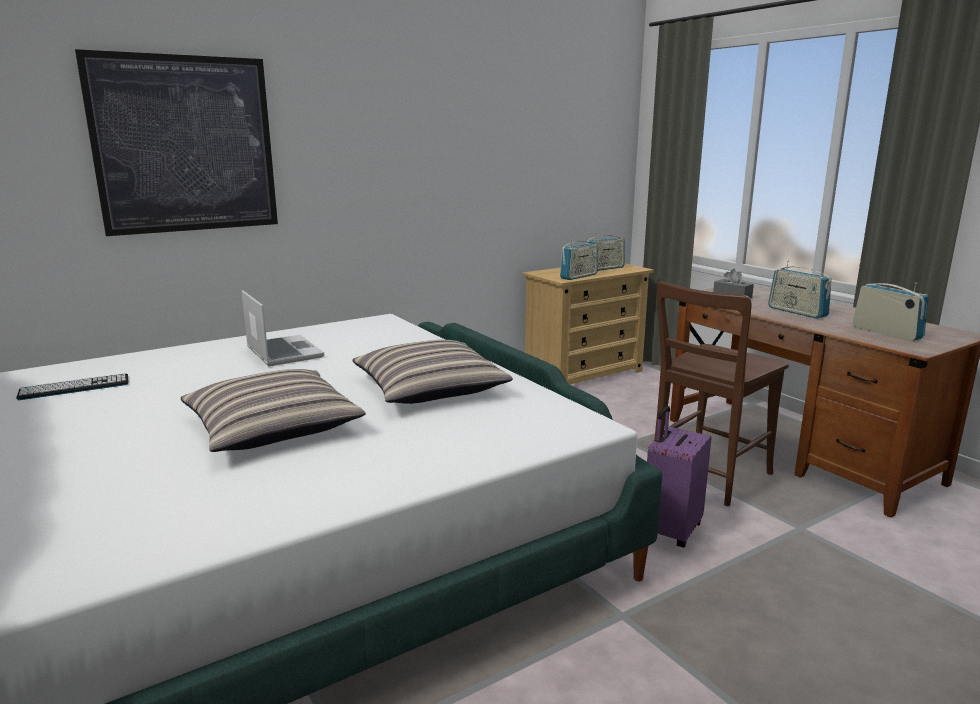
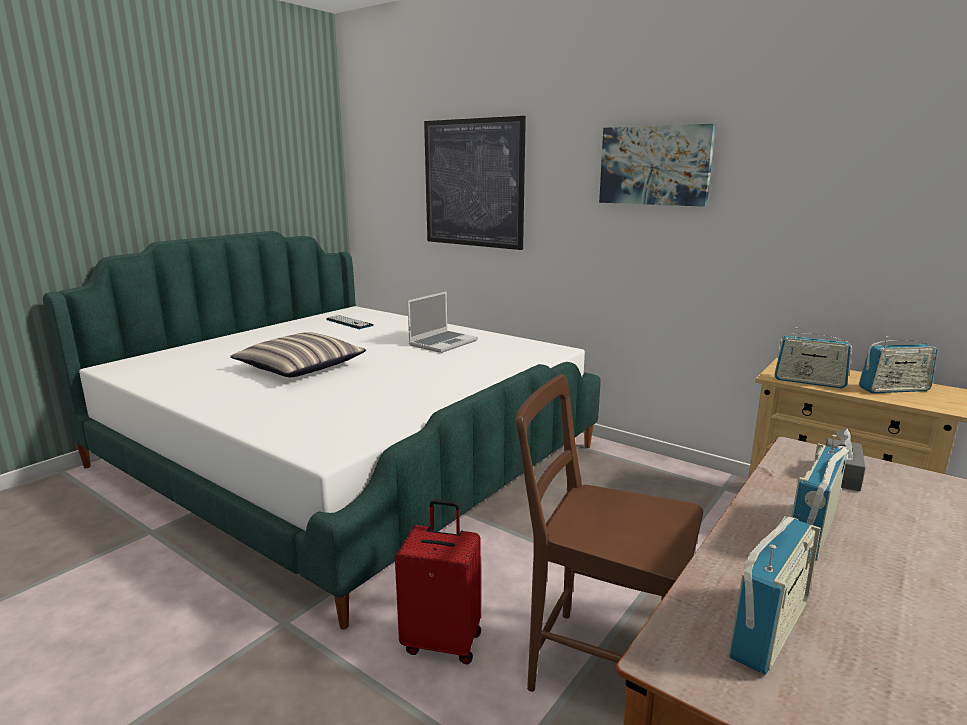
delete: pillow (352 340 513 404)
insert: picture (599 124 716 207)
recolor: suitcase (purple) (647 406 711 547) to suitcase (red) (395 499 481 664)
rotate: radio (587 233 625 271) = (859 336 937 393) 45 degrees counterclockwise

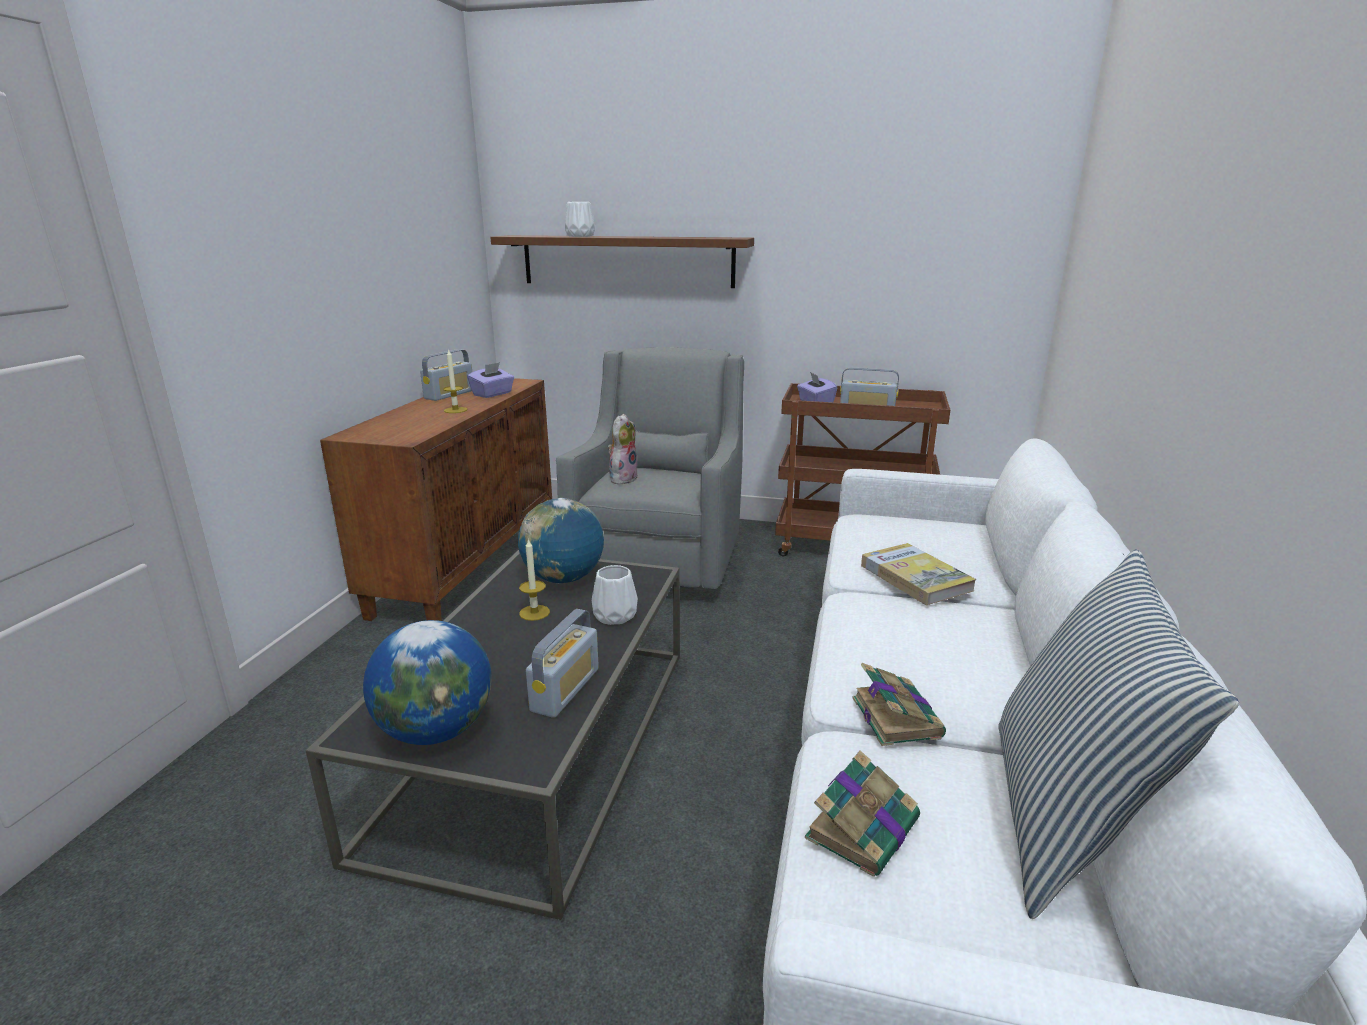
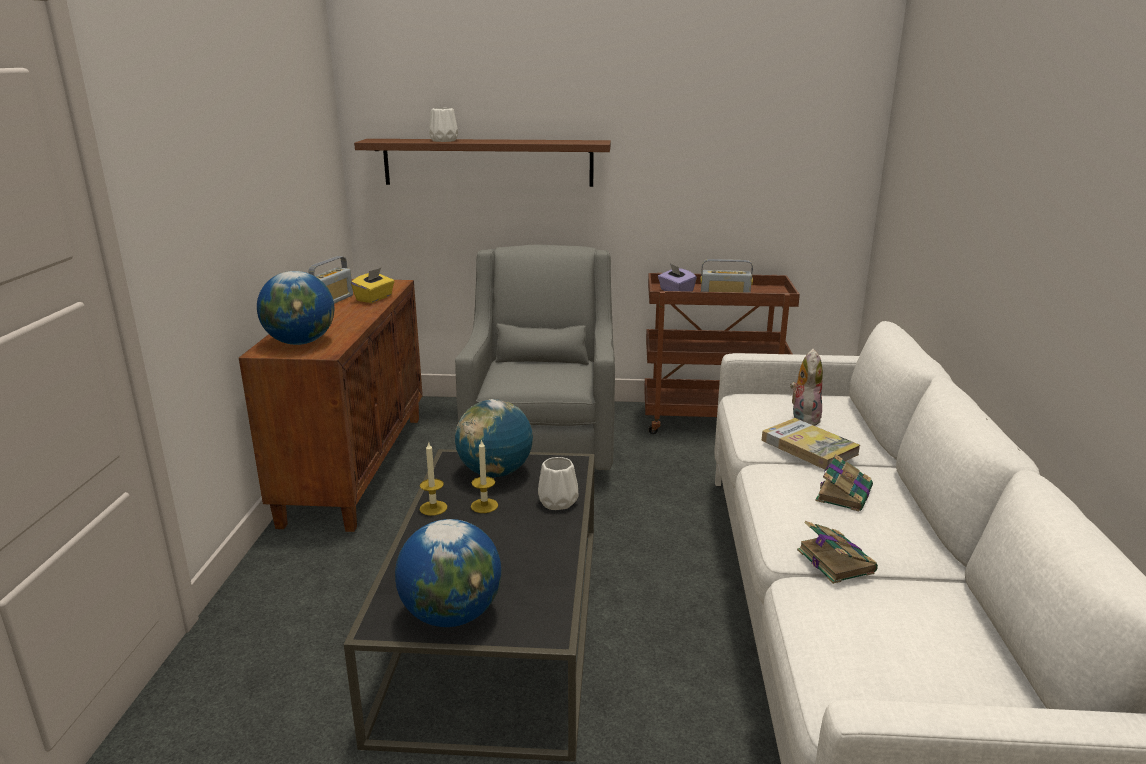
delete: radio (526 609 599 718); pillow (998 549 1239 919)
insert: globe (257 271 334 345)
move: candle (443 348 467 413) to (420 441 447 516); plush toy (608 414 638 484) to (790 349 823 426); book (805 750 920 877) to (815 454 873 511)
recolor: tissue box (purple) (467 362 514 398) to tissue box (yellow) (351 268 395 303)

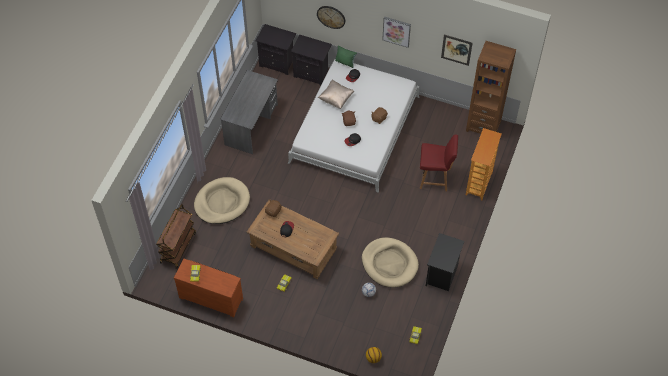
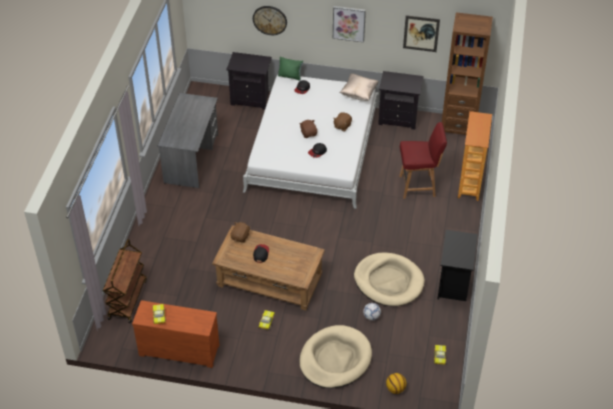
move: dog bed (beige) (194 177 250 224) to (299 325 372 388); nightstand (black) (256 24 296 75) to (378 71 424 130); pillow (beige) (318 80 354 109) to (340 73 379 101)

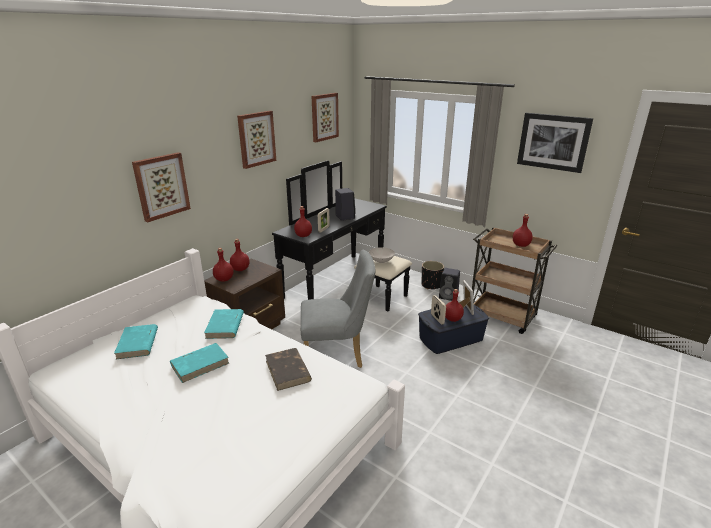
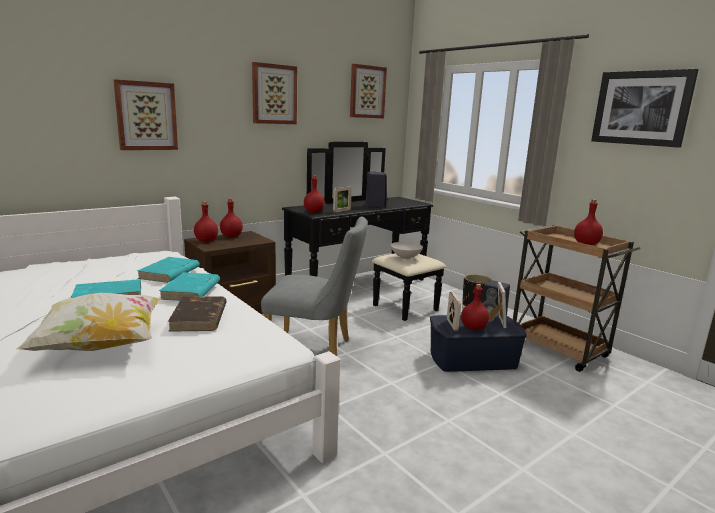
insert: pillow (16 293 161 351)
move: book (turquoise) (114 324 158 359) to (159 272 220 301)

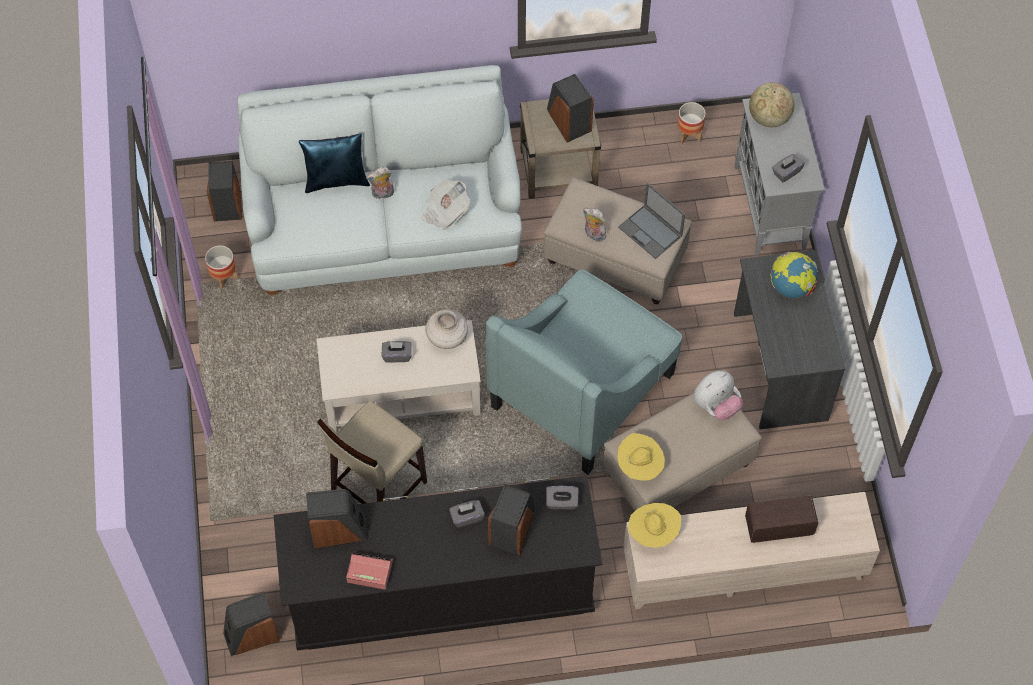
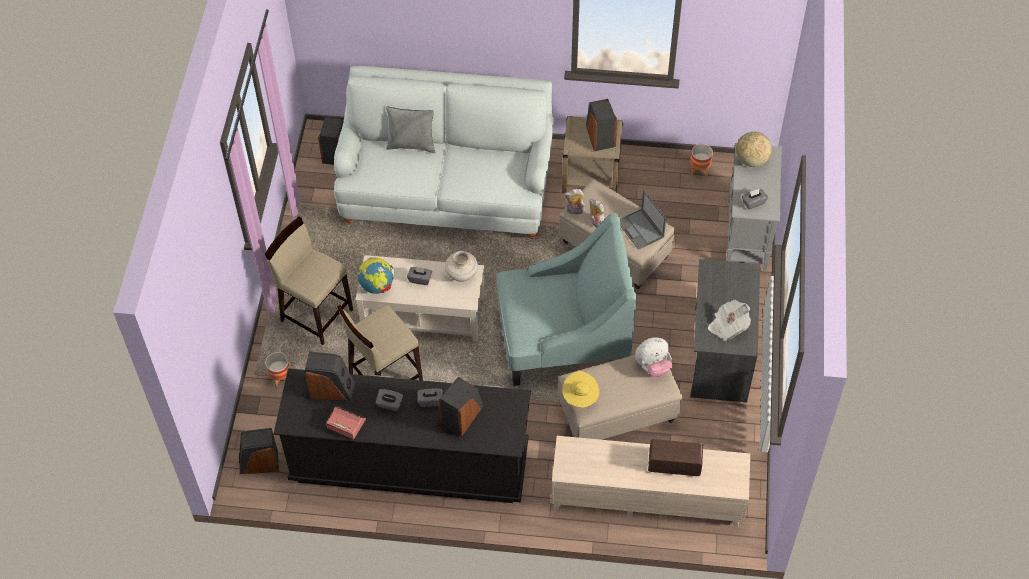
delete: hat (yellow) (628 503 681 548)
insert: stool (beige) (265 217 353 345)
move: planter (205 245 239 289) to (265 352 290 388); plush toy (366 167 394 199) to (564 189 585 215); newspaper (422 179 470 230) to (708 300 751 341); tissue box (grey) (546 486 578 509) to (375 389 403 411); globe (771 251 818 298) to (358 257 395 294)
recolor: pillow (blue) (299 133 370 193) to pillow (grey) (386 106 436 153)
rotate: armchair (turquoise) (486 270 682 475) = (496 213 637 386) 150 degrees counterclockwise

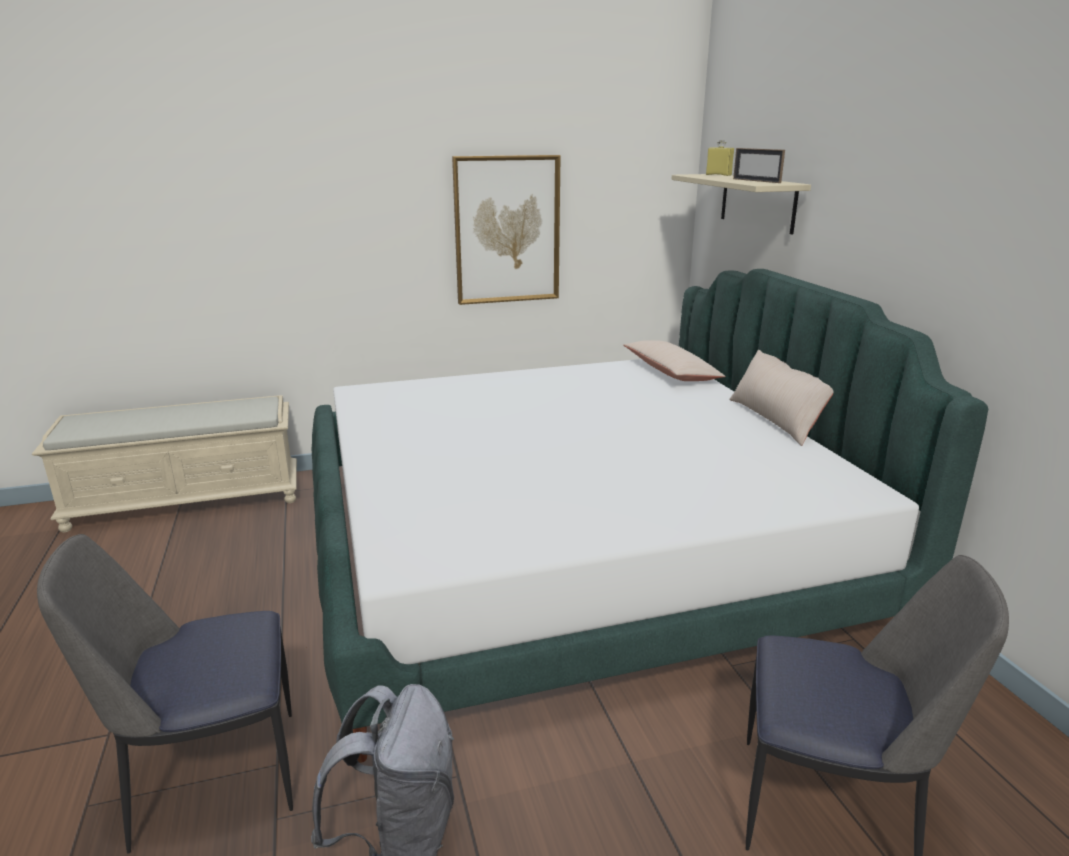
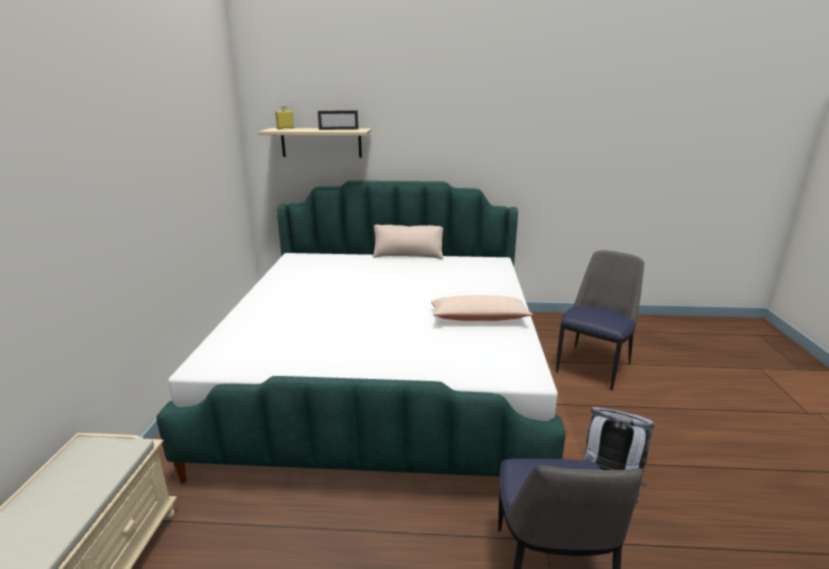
delete: picture (452 155 561 305)
move: pillow (beige) (623 340 725 381) to (431 295 533 321)

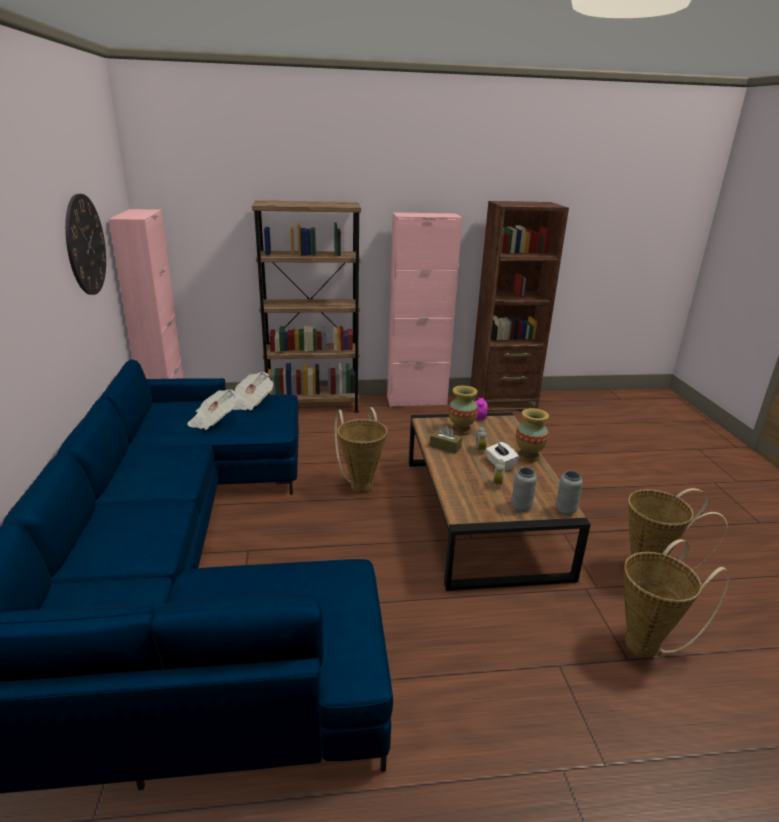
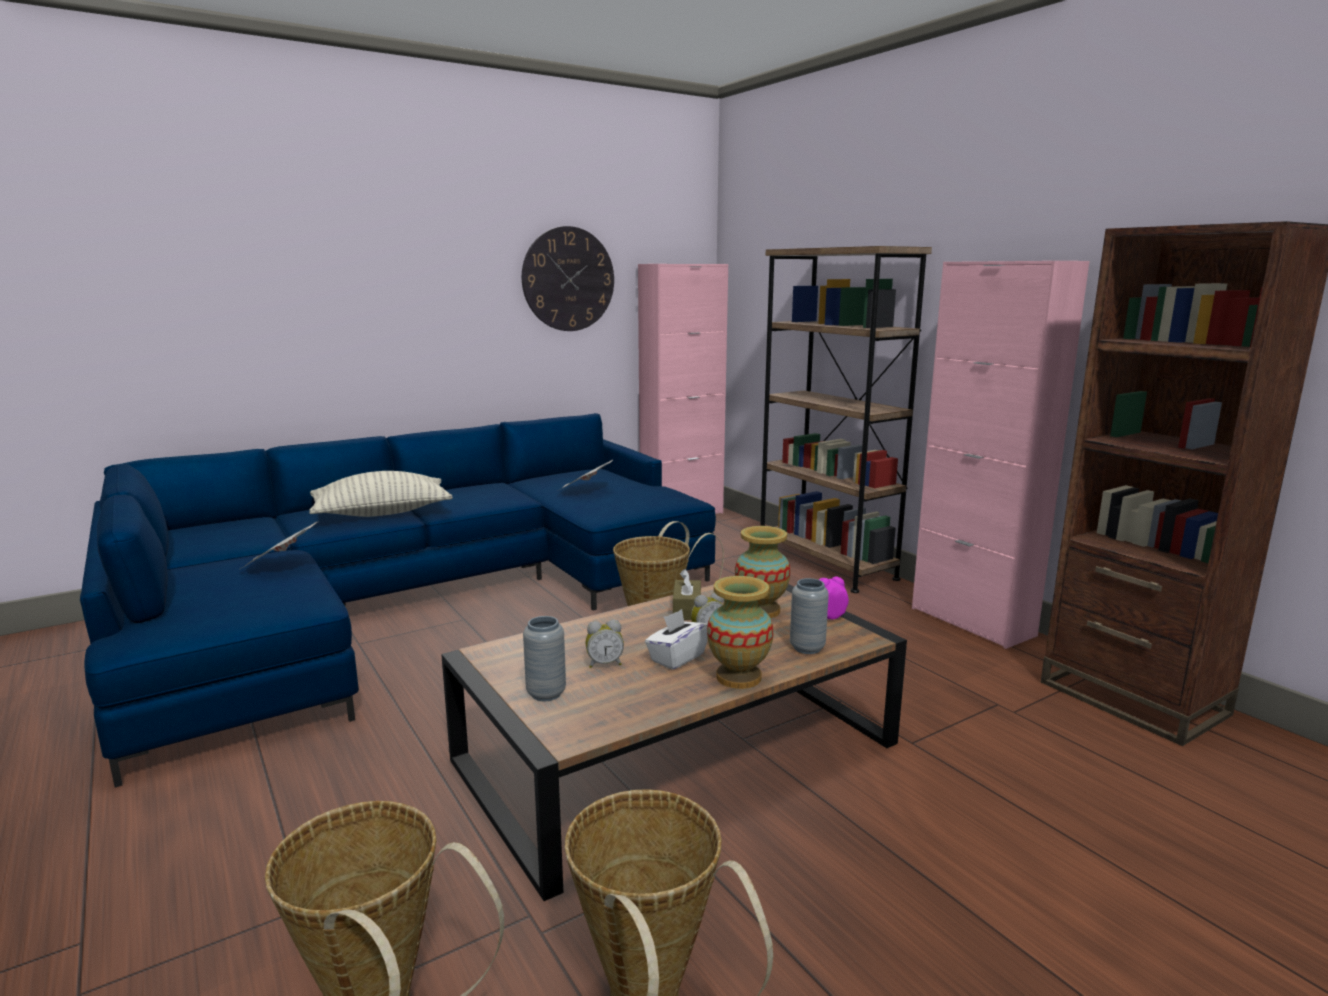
insert: pillow (309 471 453 517)
move: newspaper (232 372 273 410) to (240 521 319 569); vase (grey) (556 471 583 515) to (790 578 829 654)

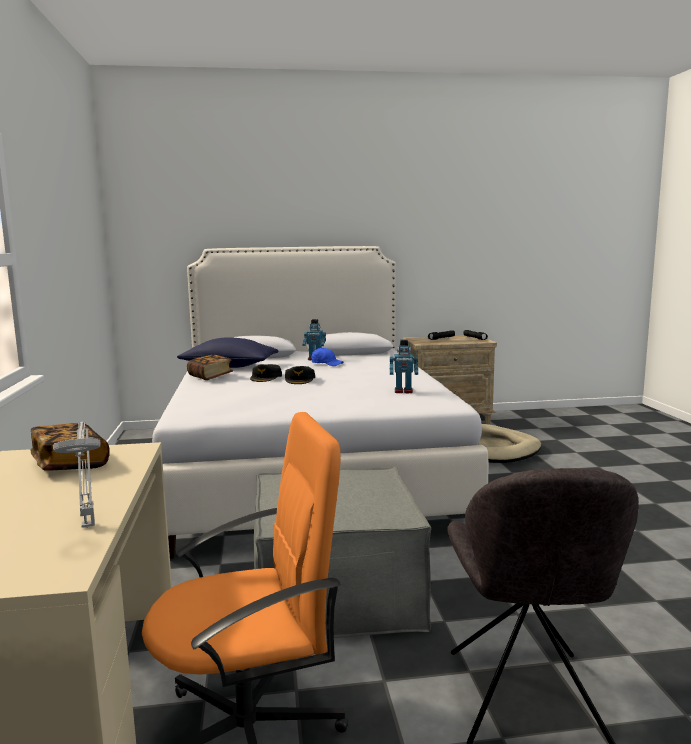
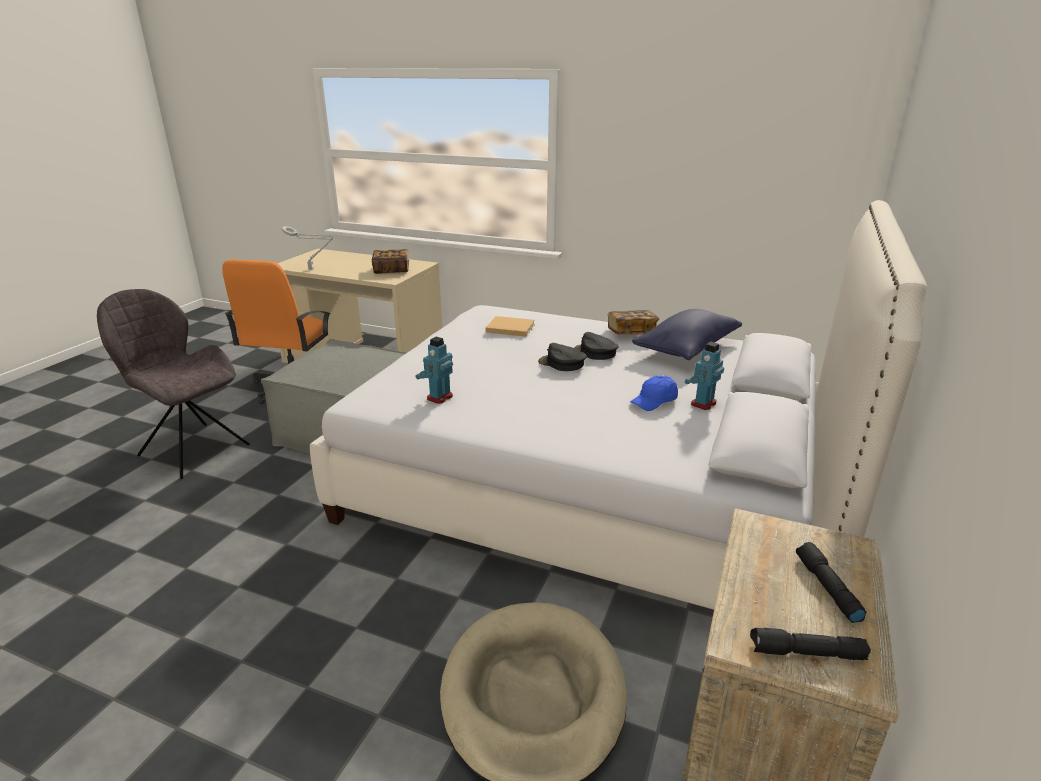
insert: book (beige) (486 316 535 337)

